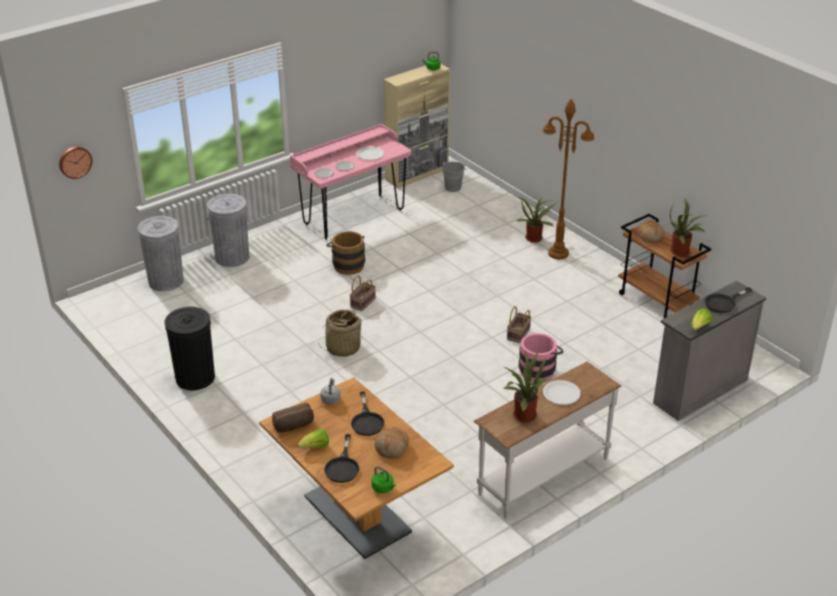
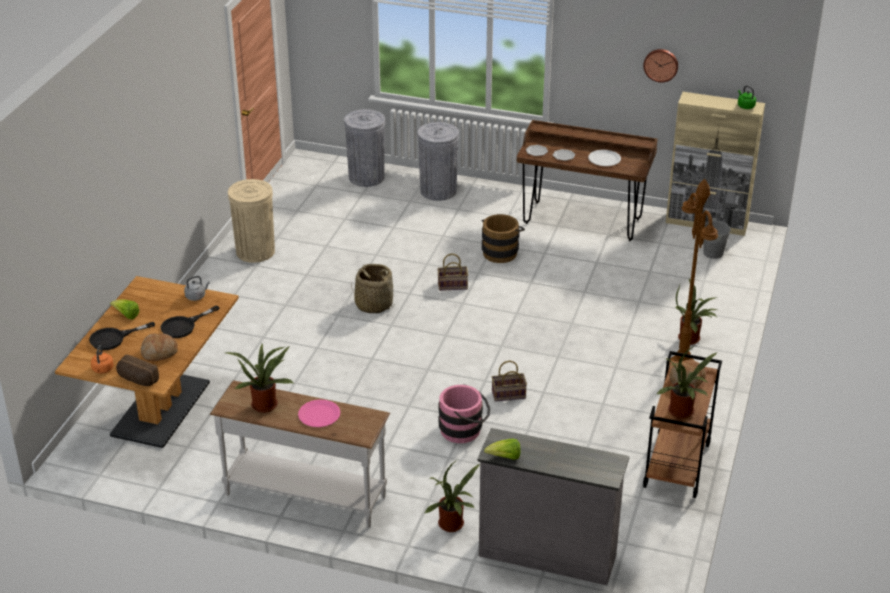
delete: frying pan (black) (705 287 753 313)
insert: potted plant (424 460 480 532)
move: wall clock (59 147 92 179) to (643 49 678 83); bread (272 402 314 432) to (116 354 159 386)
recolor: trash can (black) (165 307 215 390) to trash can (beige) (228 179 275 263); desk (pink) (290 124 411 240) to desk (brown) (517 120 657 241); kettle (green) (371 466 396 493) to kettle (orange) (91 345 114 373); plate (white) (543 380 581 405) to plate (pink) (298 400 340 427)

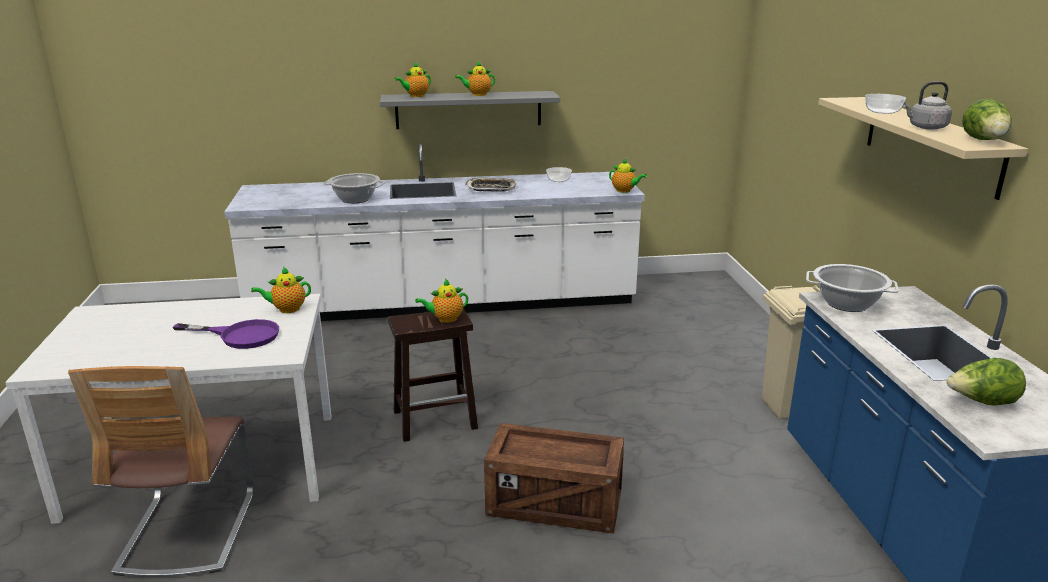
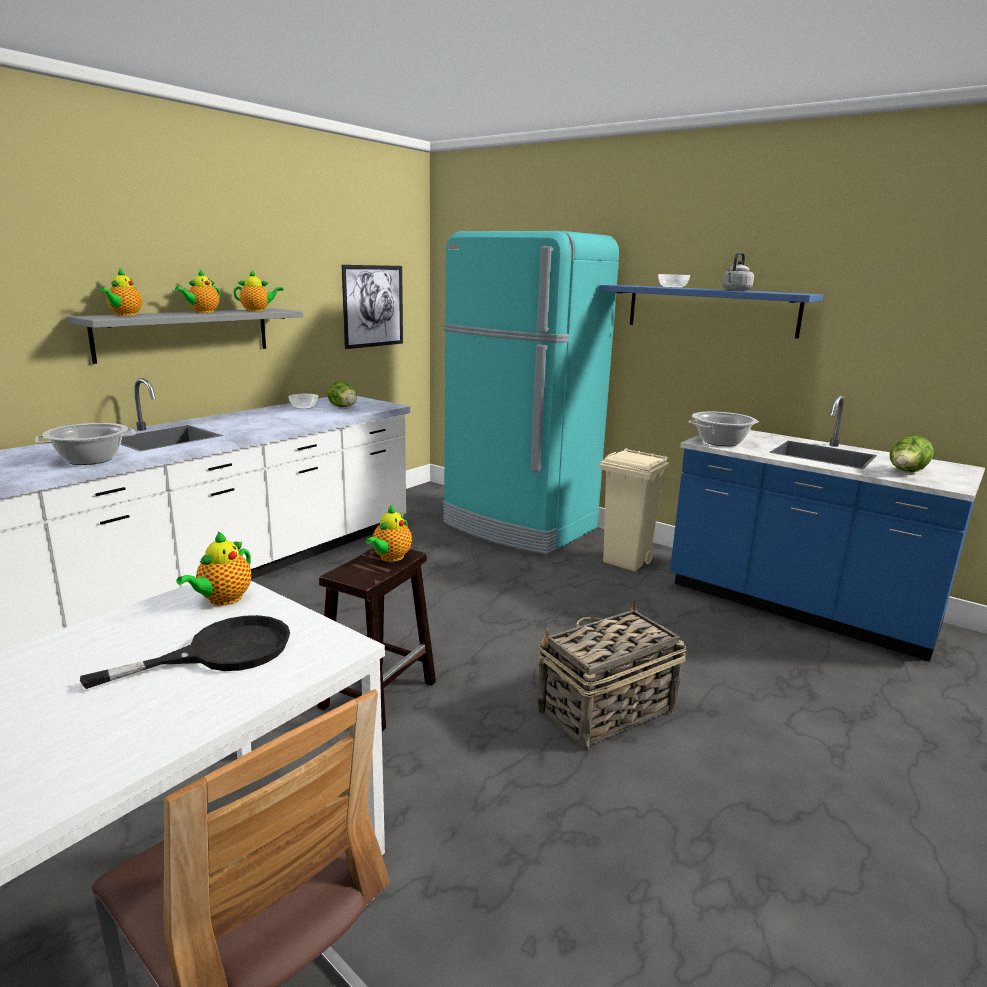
delete: tray (465 178 516 192)
insert: picture (342 265 403 349); fridge (turquoise) (443 231 619 555)
move: teapot (609 158 647 193) to (233 271 284 311); lettuce (962 99 1012 140) to (327 381 357 407)
replace: crate (484 423 624 534) to basket (537 602 687 751)
recolor: frying pan (purple) (173 319 279 349) to frying pan (black) (80 615 290 689); shelf (beige) (818 97 1028 200) to shelf (blue) (599 285 823 339)

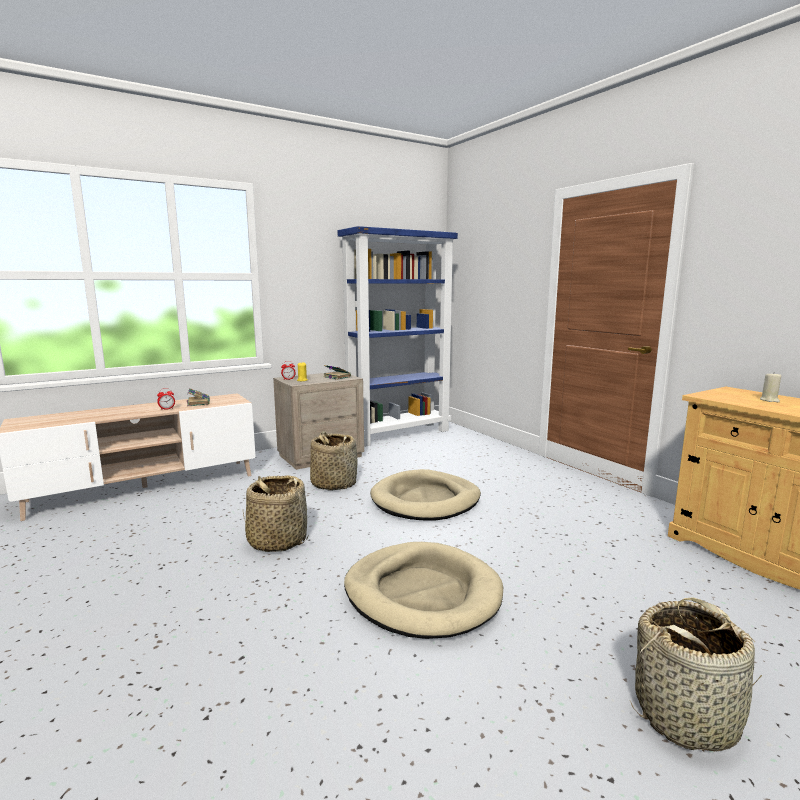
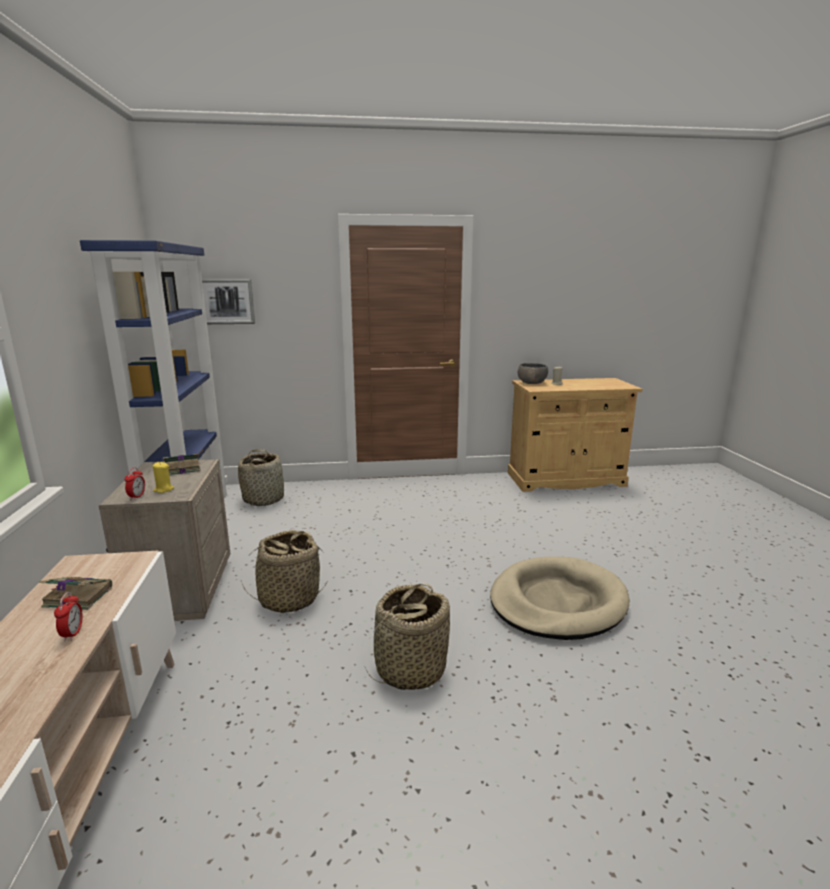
delete: dog bed (beige) (370 469 481 521)
insert: picture (202 279 255 324); bowl (grey) (518 363 548 384)
move: basket (630 597 765 752) to (238 449 284 506)

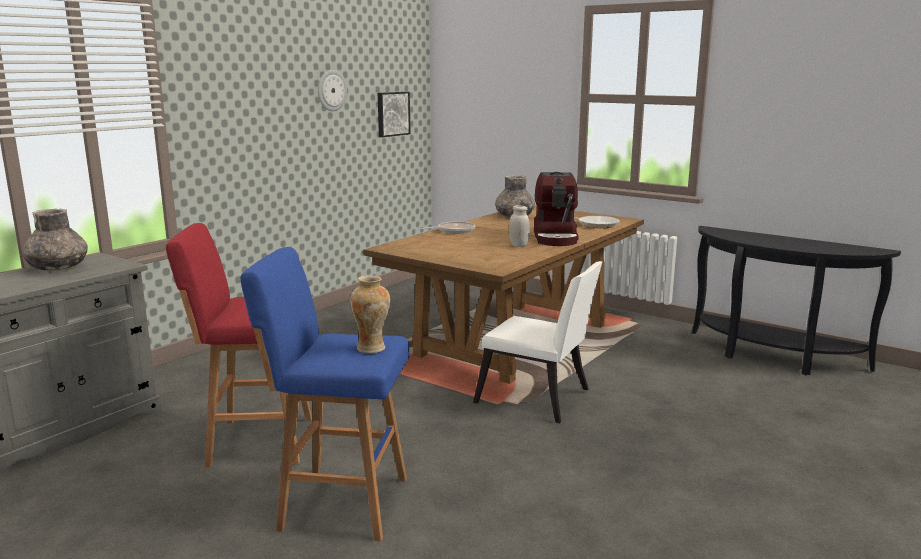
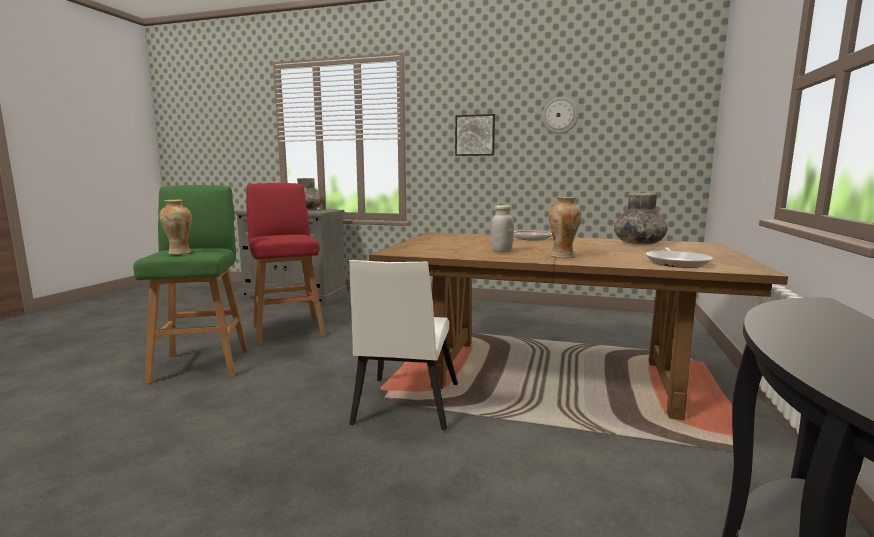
move: picture (378 92 411 137) to (455 114 495 156)
replace: coffee machine (534 172 579 246) to vase (549 197 582 258)
recolor: stool (blue) (240 247 410 541) to stool (green) (133 185 248 384)

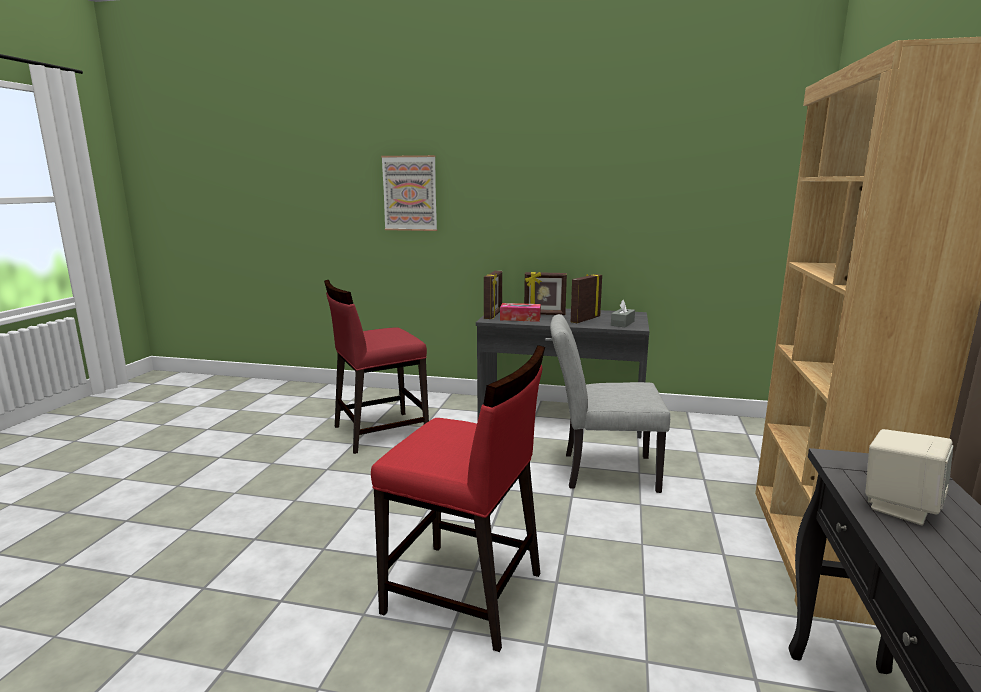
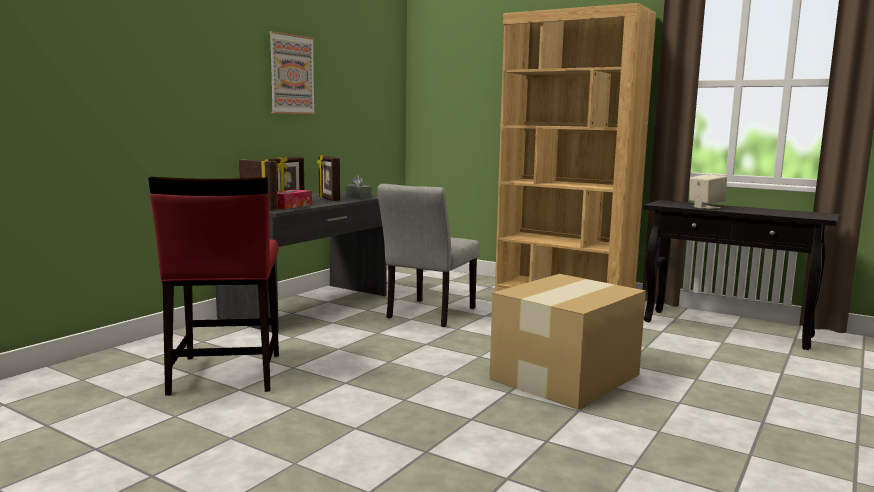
move: picture (381 155 437 231) to (269 31 315 114)
replace: chair (red) (371 345 545 652) to cardboard box (489 274 646 410)

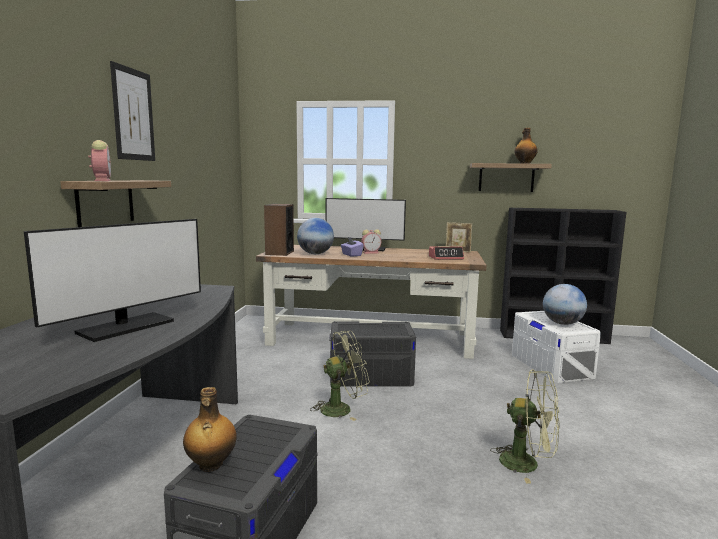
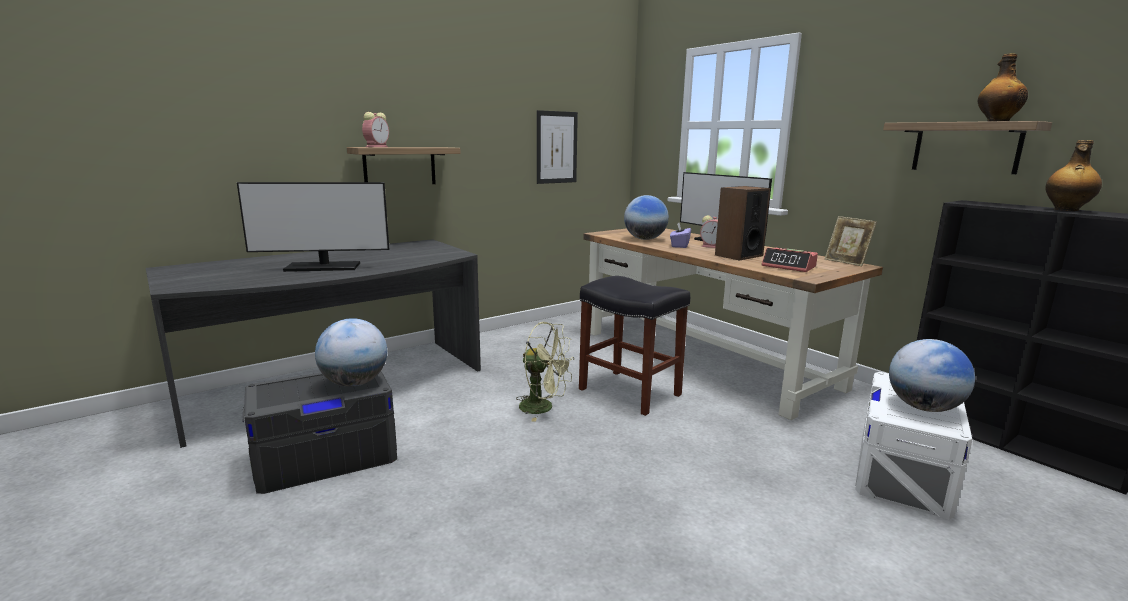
delete: fan (green) (490 369 560 484)
insert: globe (315 318 387 387)
move: picture (110 61 155 161) to (537 110 578 184); bottle (183 387 237 472) to (1045 140 1102 211); speaker (264 204 294 256) to (715 186 771 261)
replace: storage box (grey) (329 321 416 387) to stool (black) (579 276 690 416)

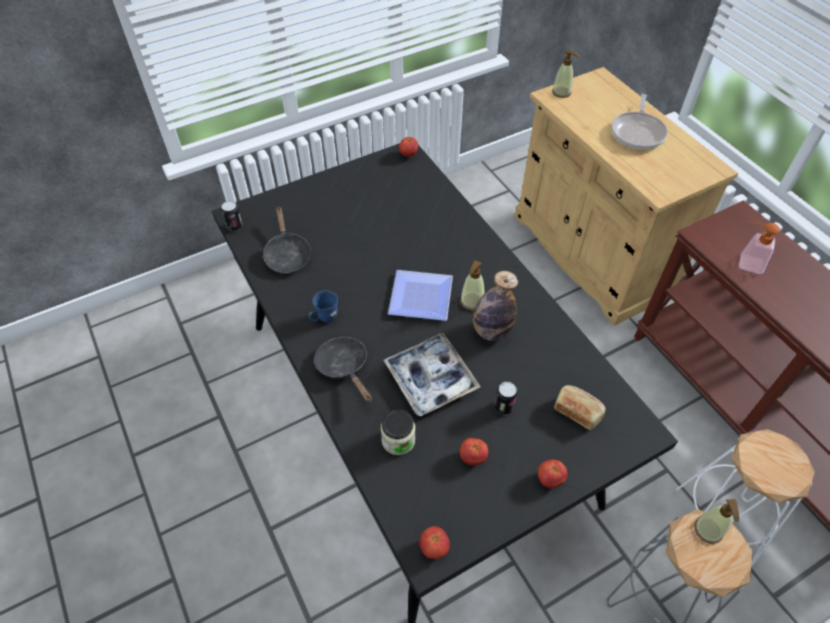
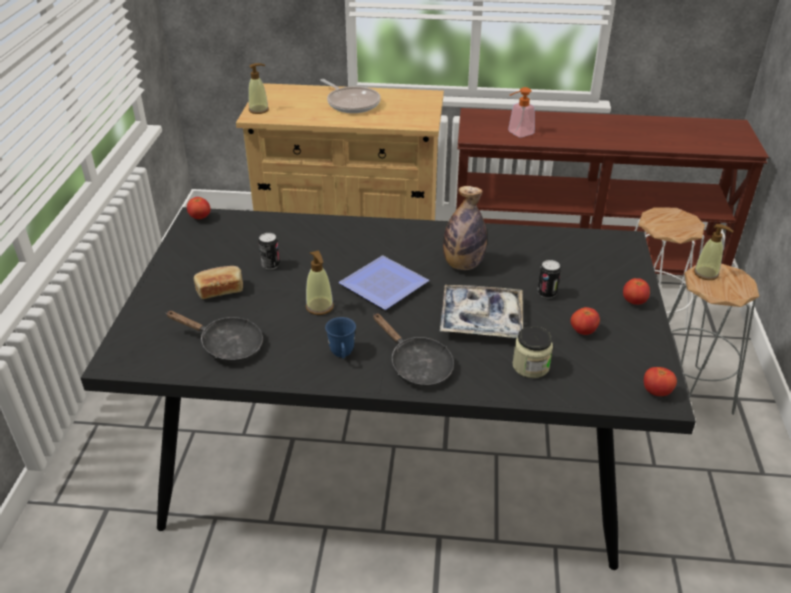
move: can (221 201 243 231) to (259 233 280 270); soap dispenser (460 260 485 311) to (306 251 334 315); bread (554 385 606 430) to (194 266 243 299)
rotate: frying pan (black) (314 337 372 403) = (373 313 454 387) 135 degrees counterclockwise

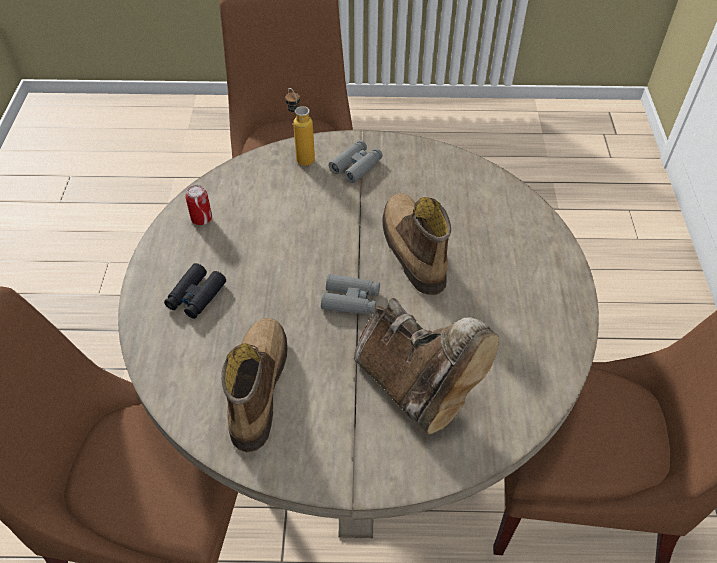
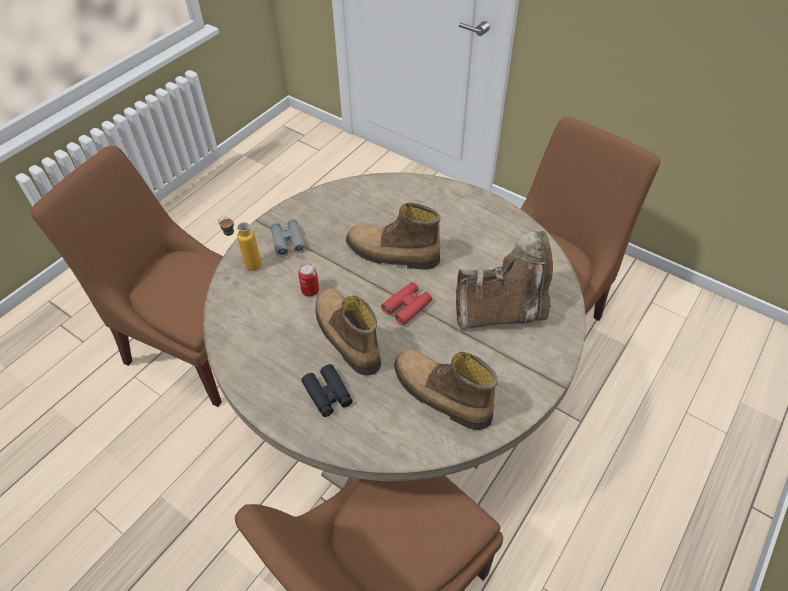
insert: boot (315 288 381 376)
move: can (185 185 212 225) to (298 263 319 297)
recolor: binoculars (grey) (321 274 380 315) to binoculars (red) (381 282 432 326)

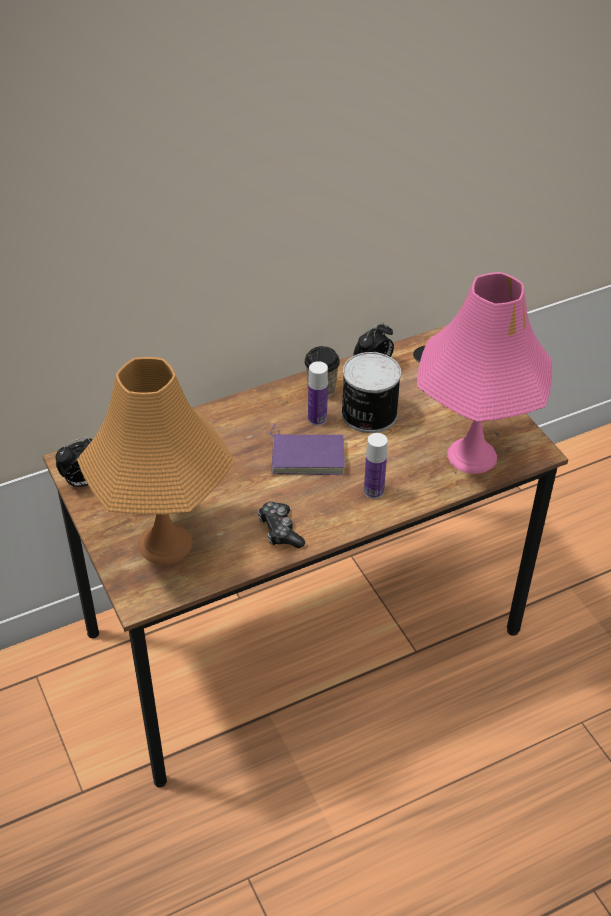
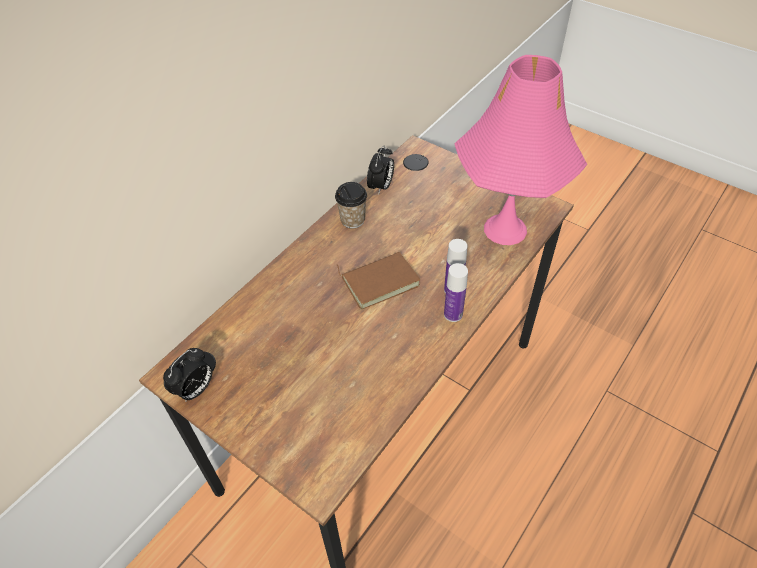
delete: table lamp (orange) (77 357 235 565); game controller (258 502 305 548); can (341 352 401 433)
move: bottle (308 361 328 426) to (444 263 468 322)
recolor: book (purple) (270 424 345 475) to book (brown) (337 252 420 309)

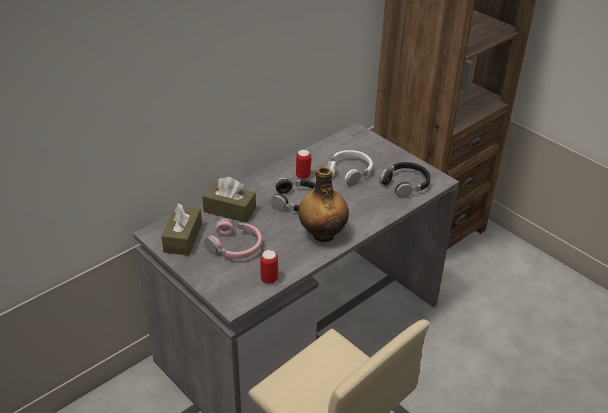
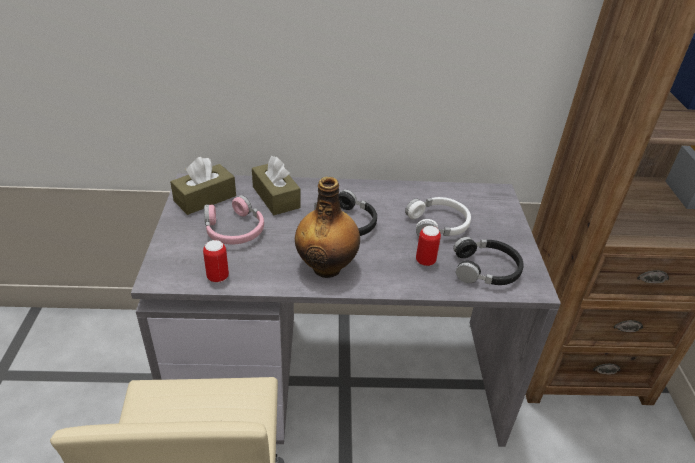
move: can (296 149 311 179) to (416 226 441 266)

